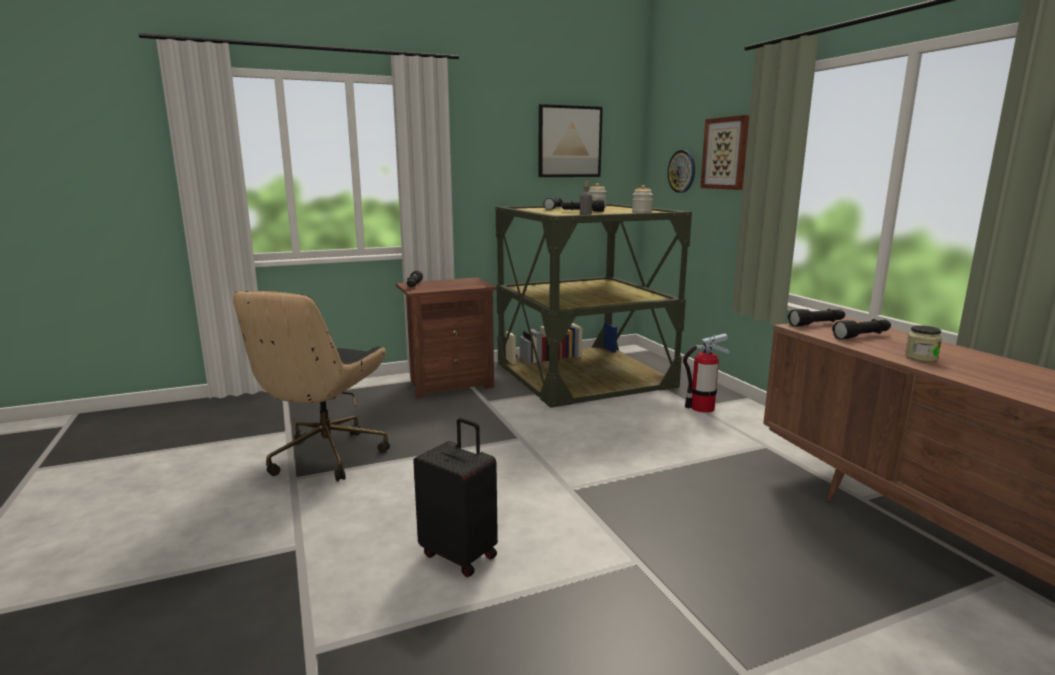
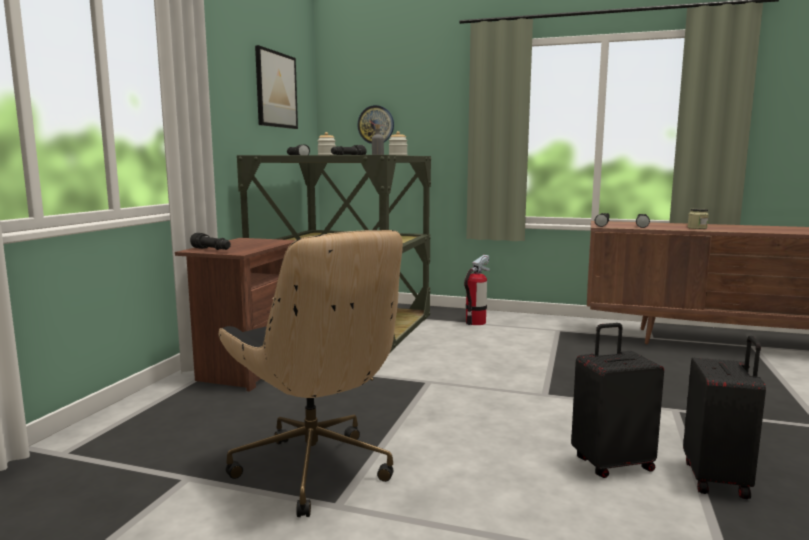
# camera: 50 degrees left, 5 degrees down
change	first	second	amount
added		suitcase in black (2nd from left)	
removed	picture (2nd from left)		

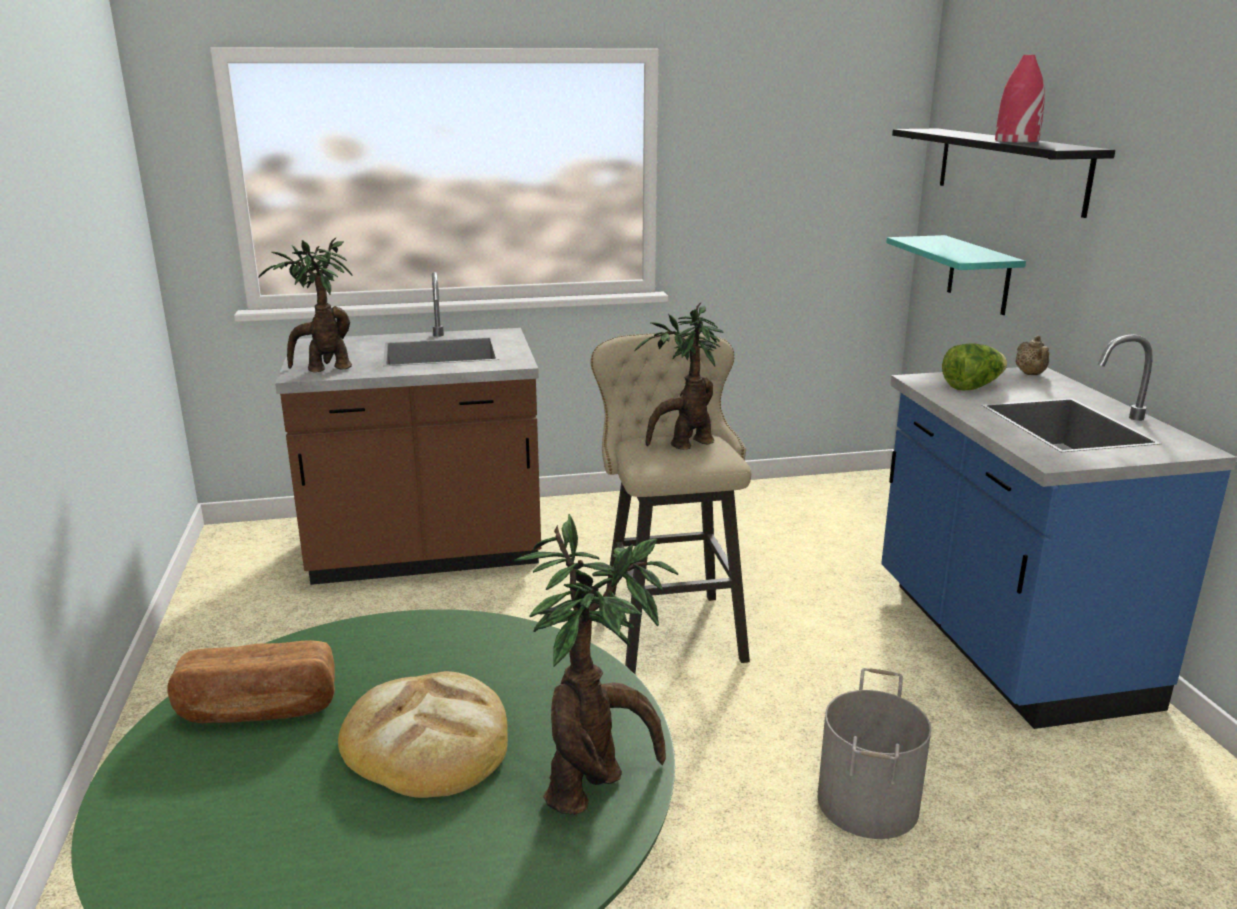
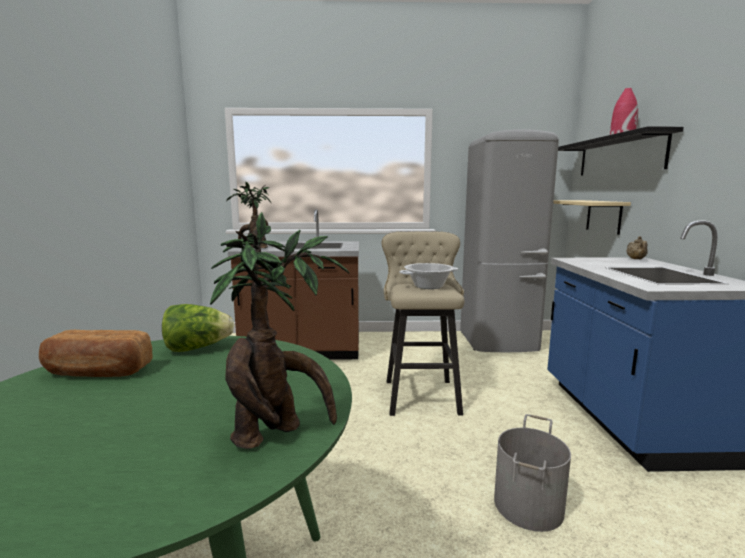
# camera: 10 degrees right, 10 degrees down
change	first	second	amount
moved	lettuce		
replaced	potted plant (3rd from left)	cooking pot	
added		fridge in grey	
recoloured	shelf in turquoise	shelf in beige	
removed	bread (2nd from left)		

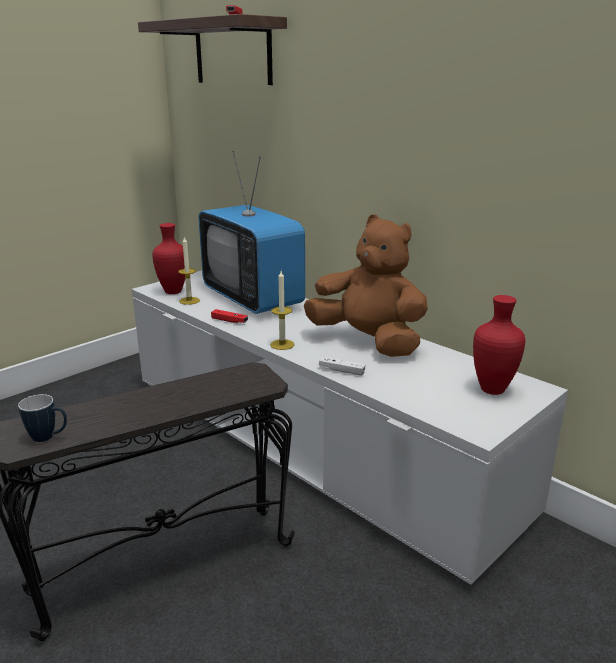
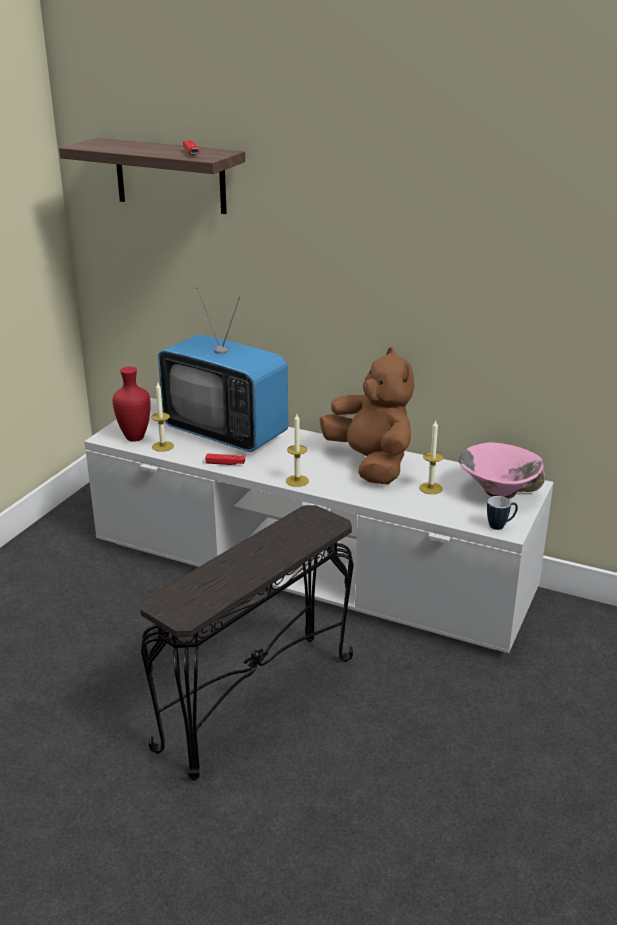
# camera: 20 degrees left, 5 degrees up
change	first	second	amount
turned	plush toy in brown		45 degrees clockwise
added		candle (3rd from left)	
replaced	vase in red (2nd from left)	bowl in pink	
moved	mug		
removed	game controller in white		

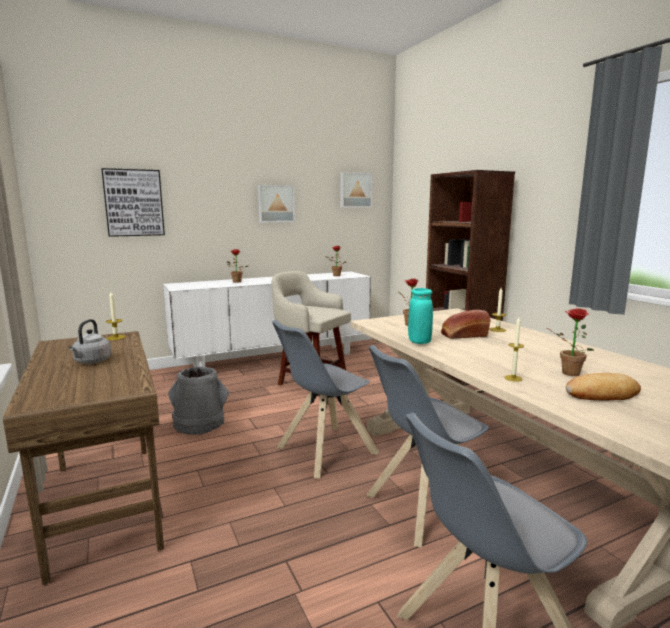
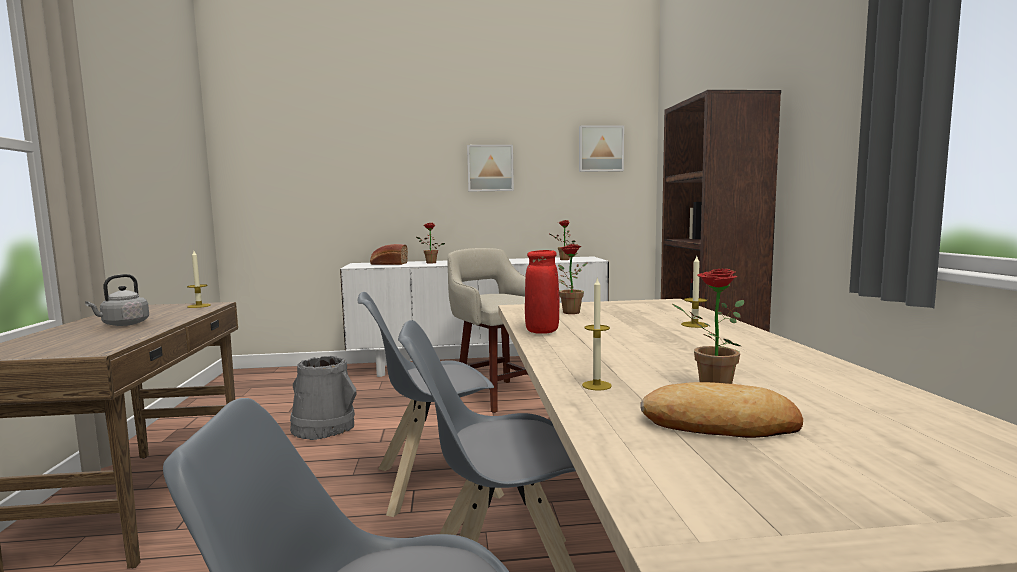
# camera: 20 degrees right, 5 degrees down
change	first	second	amount
moved	bread (1st from left)		
recoloured	vase in turquoise	vase in red	
removed	picture (1st from left)		

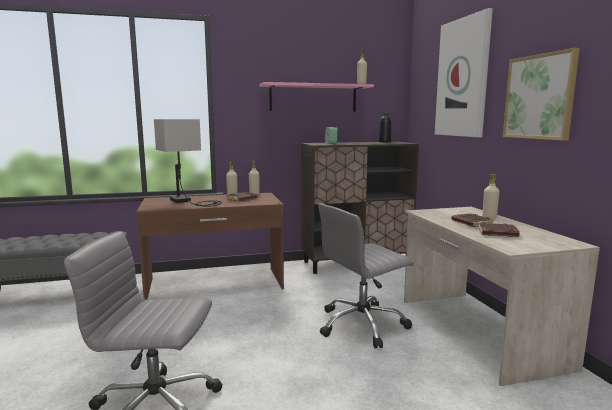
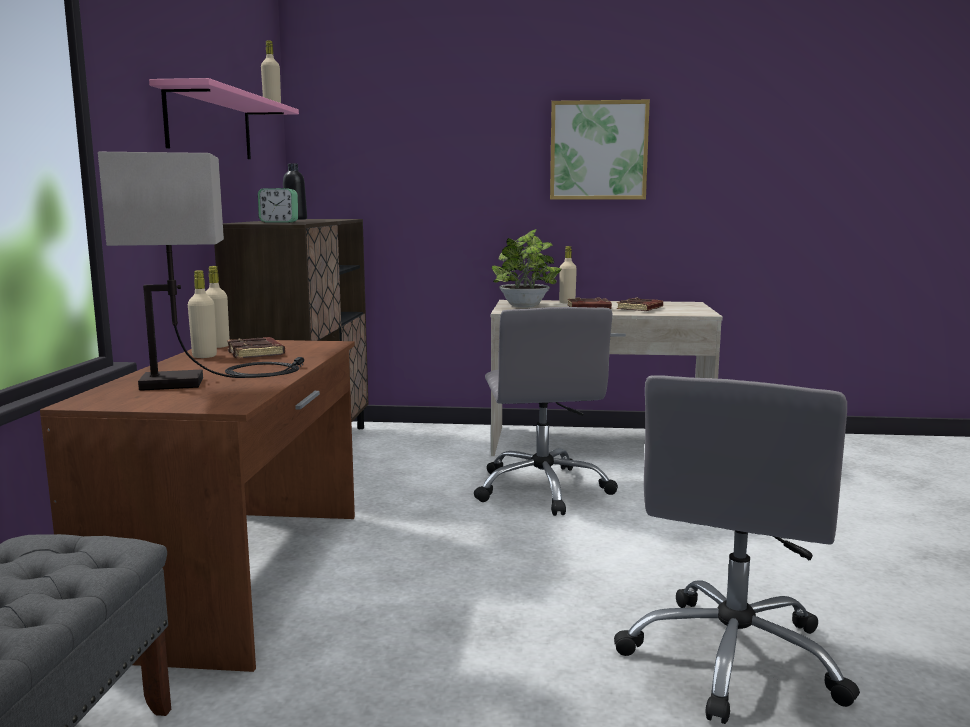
# camera: 70 degrees left, 0 degrees up
change	first	second	amount
added		potted plant	
removed	picture (1st from left)		

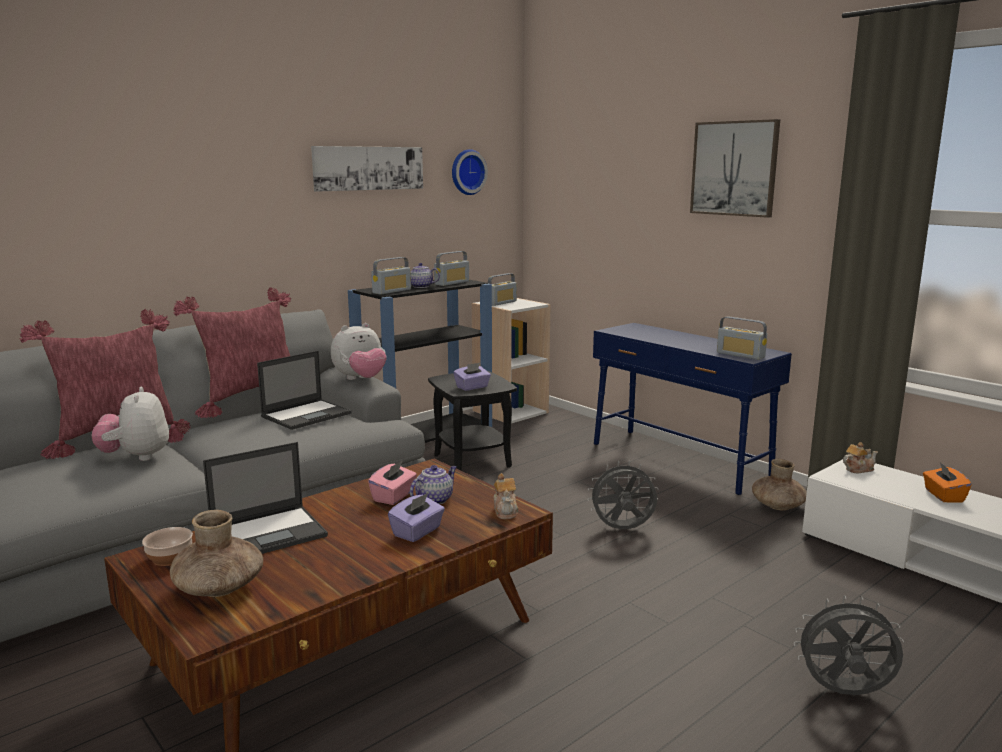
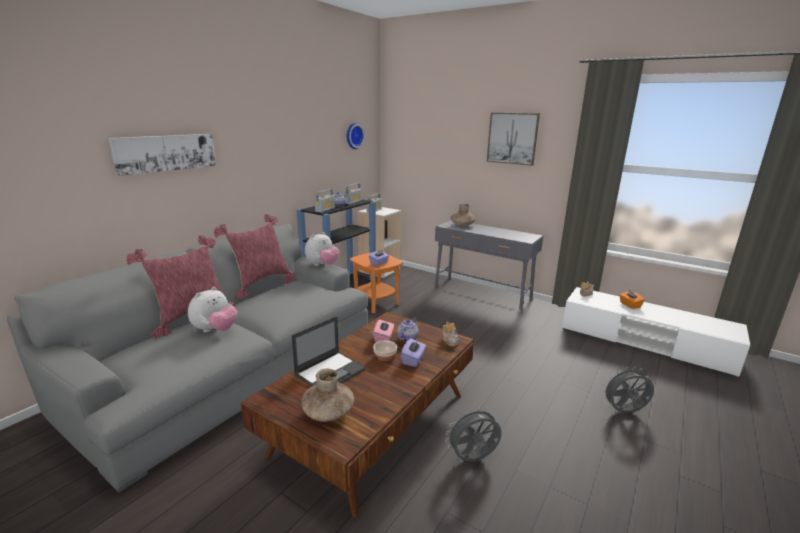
# camera: 15 degrees left, 5 degrees up
change	first	second	amount
moved	picture (1st from left)		
turned	plush toy (1st from left)		120 degrees counterclockwise
recoloured	side table in black	side table in orange	
moved	bowl		
recoloured	console table in blue	console table in grey	
moved	fan in grey (1st from left)		
moved	vase in brown (2nd from left)		
removed	laptop (2nd from left)		
removed	radio (4th from left)		

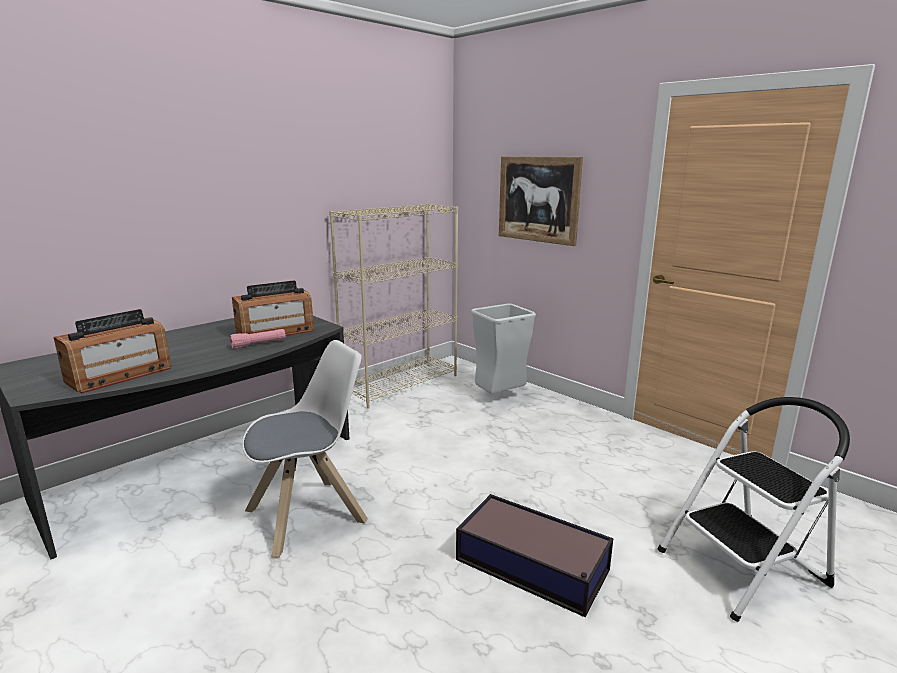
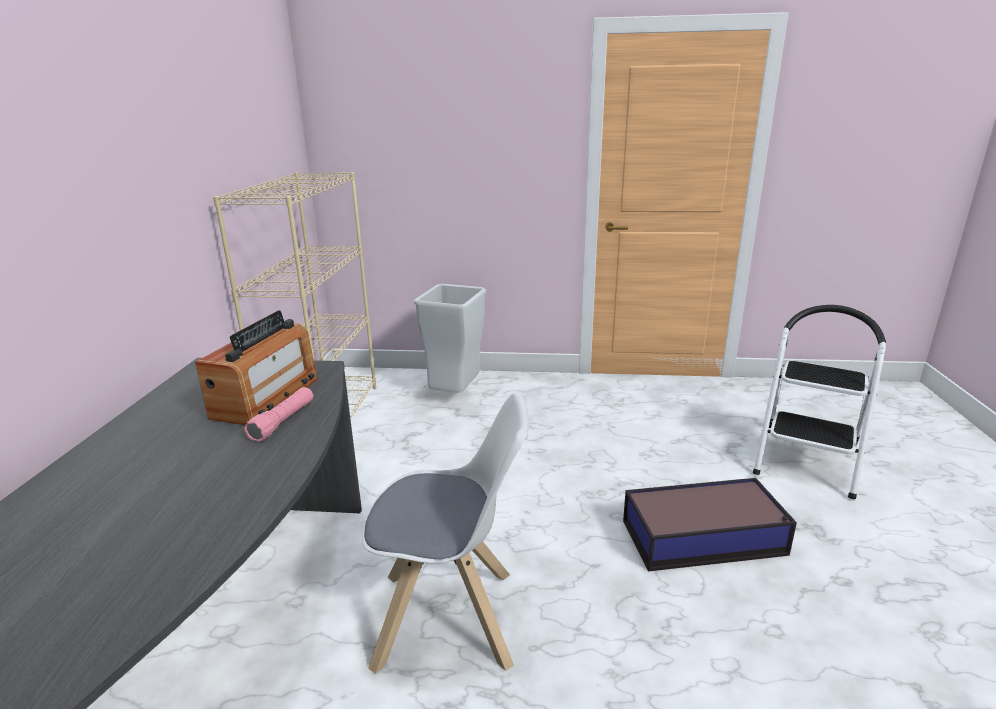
# camera: 40 degrees left, 5 degrees up
change	first	second	amount
turned	chair		75 degrees clockwise
removed	radio (1st from left)		
removed	picture		

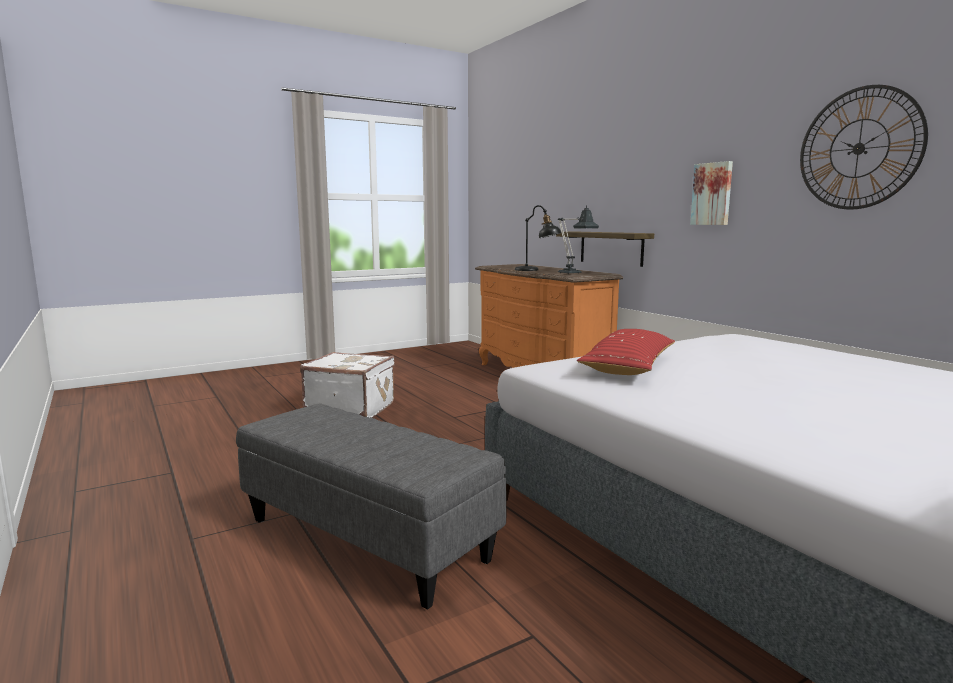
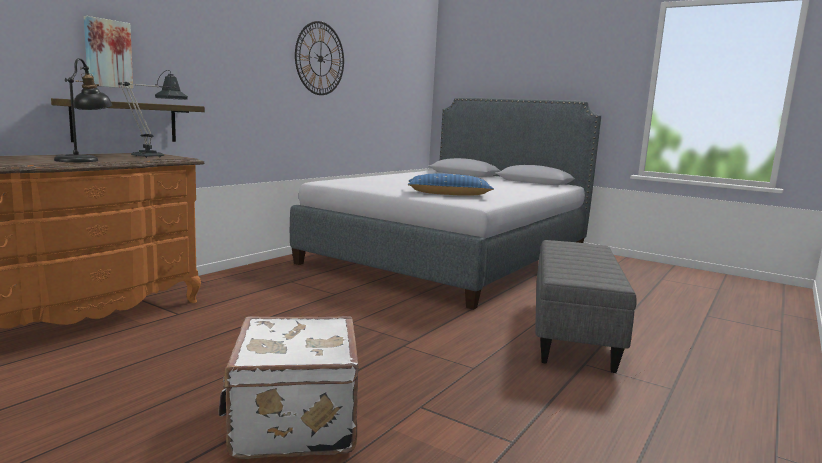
# camera: 115 degrees left, 0 degrees up
change	first	second	amount
moved	picture		
recoloured	pillow in red	pillow in blue	

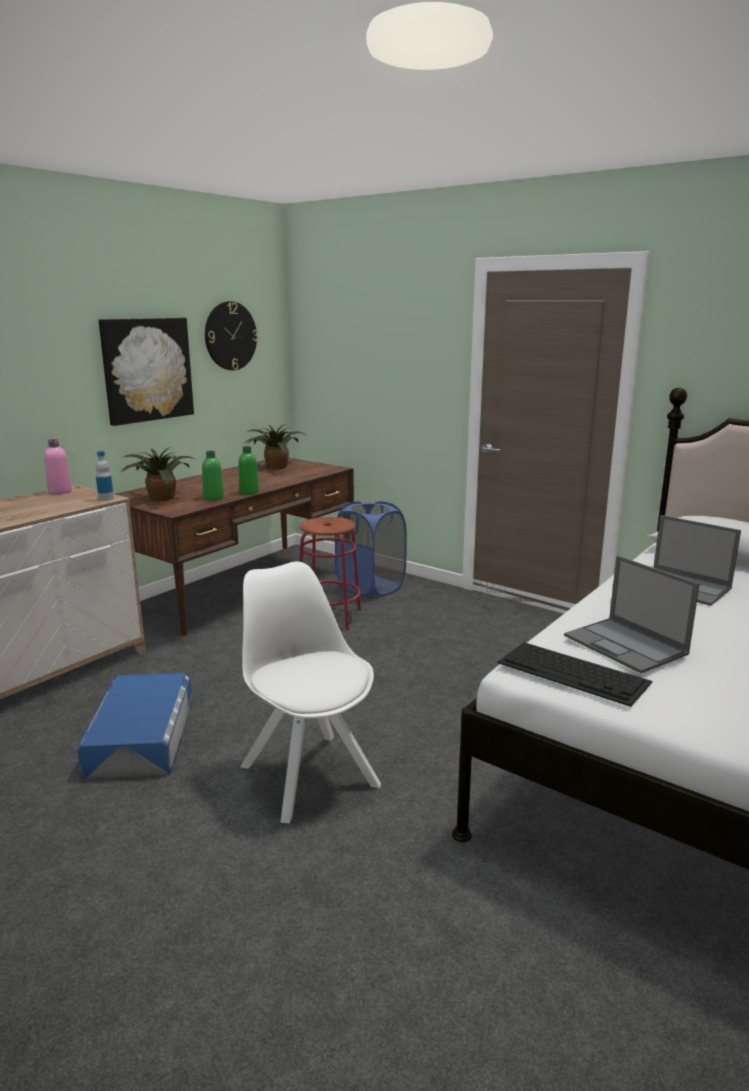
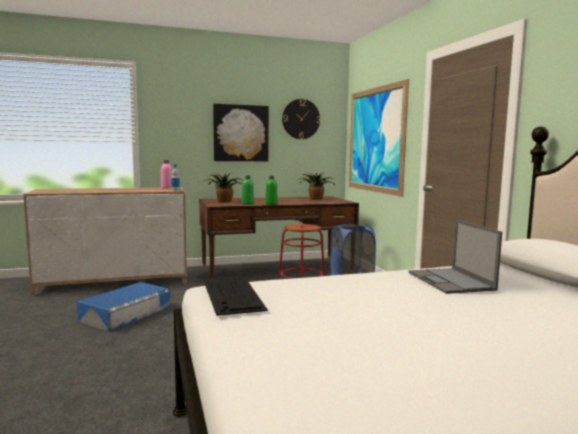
# camera: 35 degrees right, 10 degrees down
change	first	second	amount
added		picture (2nd from left)	
removed	chair in white		
removed	laptop (1st from left)		

